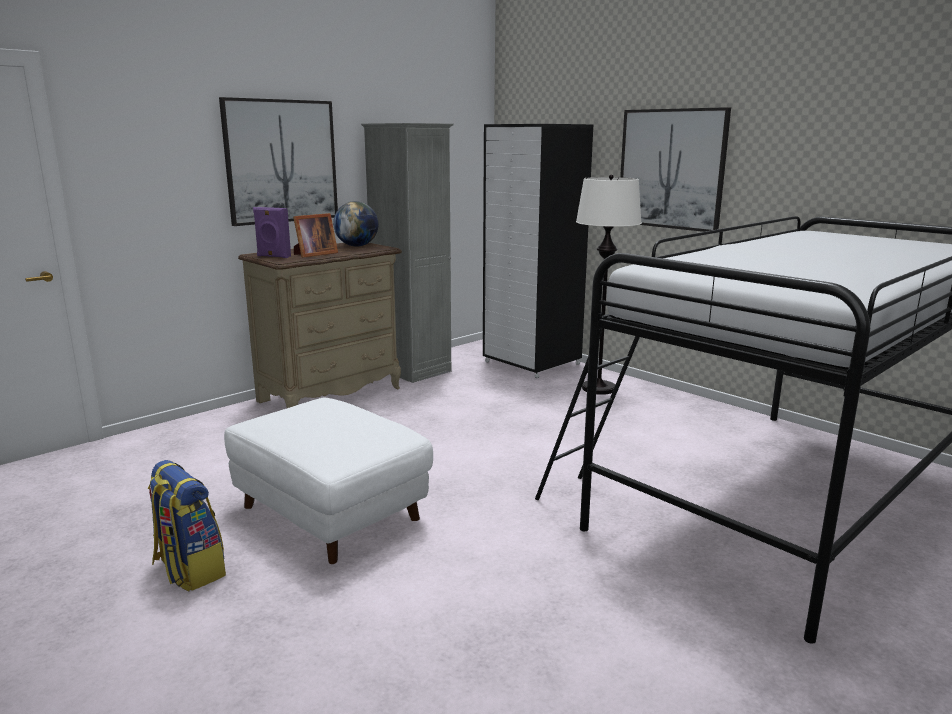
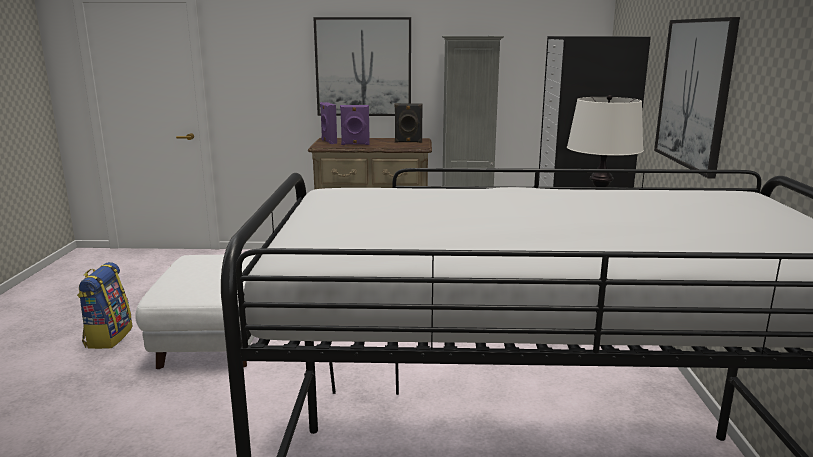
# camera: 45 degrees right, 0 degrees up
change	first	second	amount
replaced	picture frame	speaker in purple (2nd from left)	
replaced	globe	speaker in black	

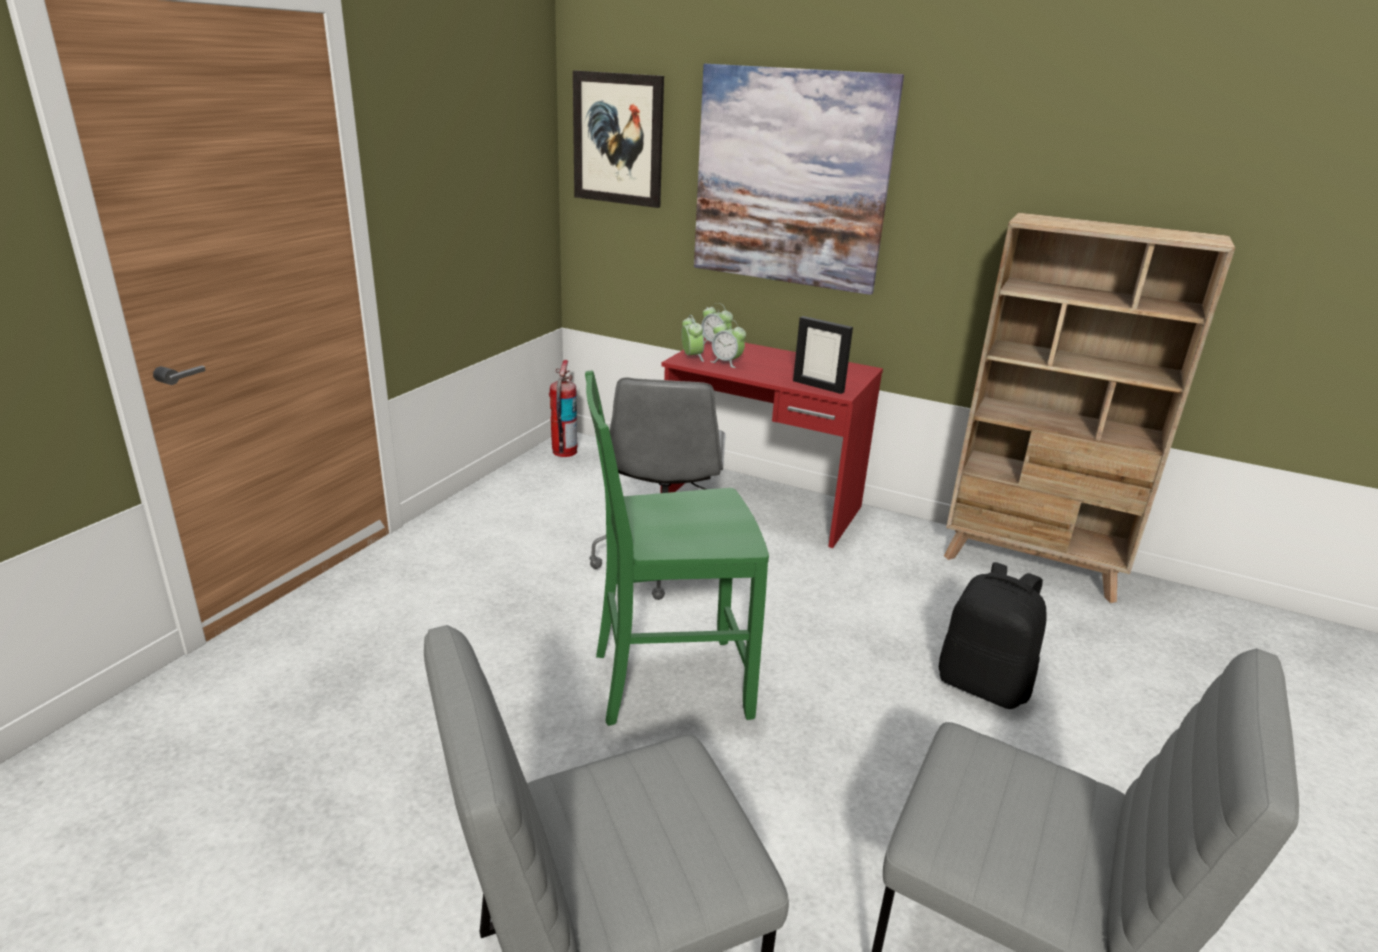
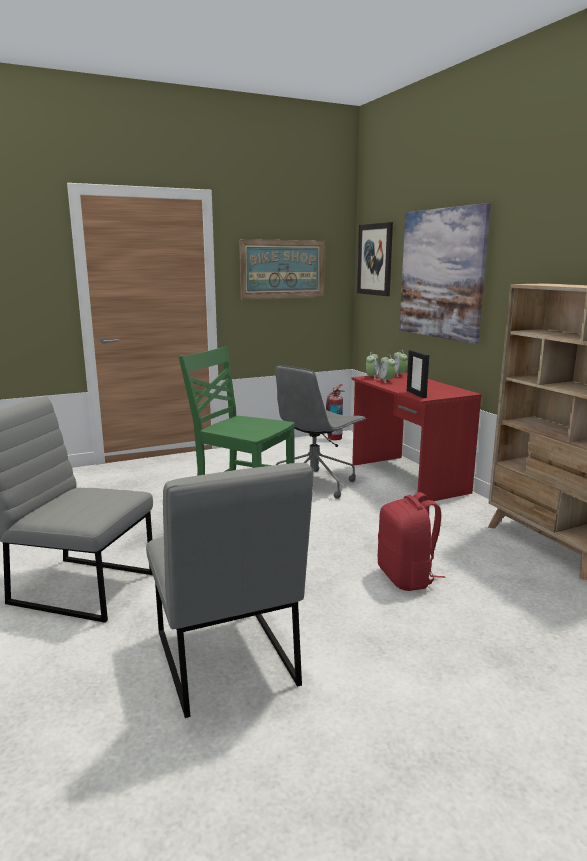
# camera: 40 degrees right, 10 degrees down
change	first	second	amount
added		picture (1st from left)	
recoloured	backpack in black	backpack in red	

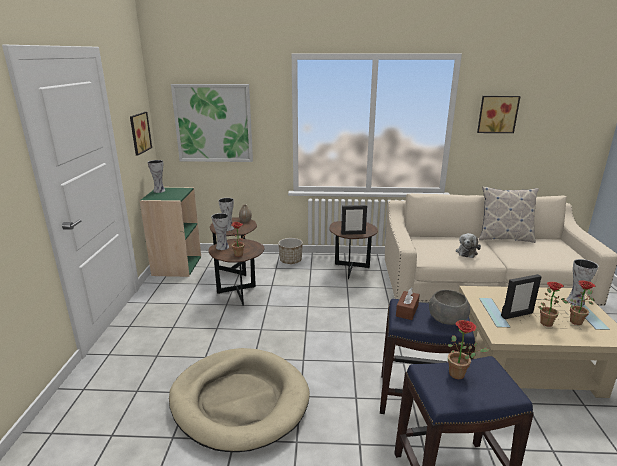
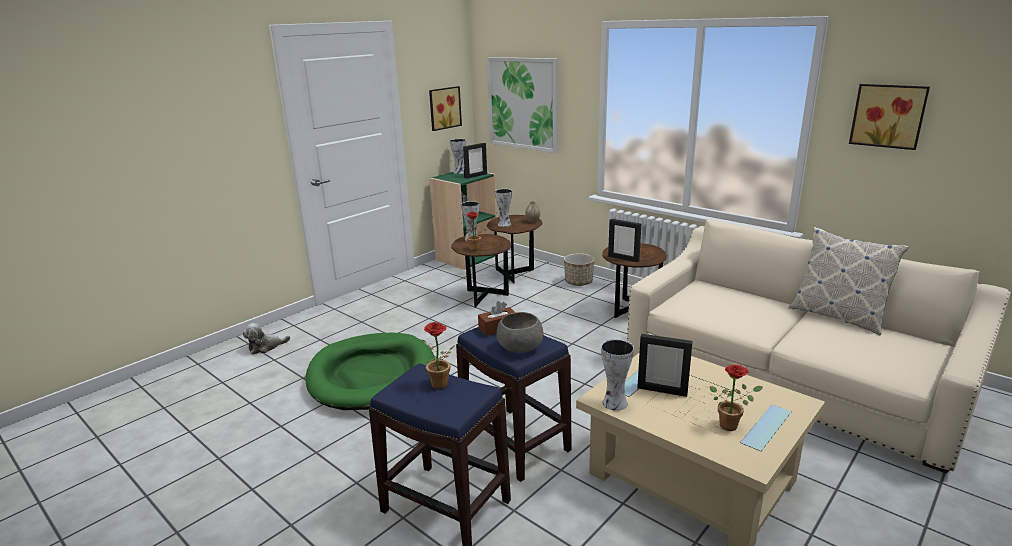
# camera: 40 degrees right, 0 degrees up
change	first	second	amount
moved	plush toy		
recoloured	dog bed in beige	dog bed in green	
added		picture frame (1st from left)	
moved	vase (5th from left)		
removed	potted plant (3rd from left)		

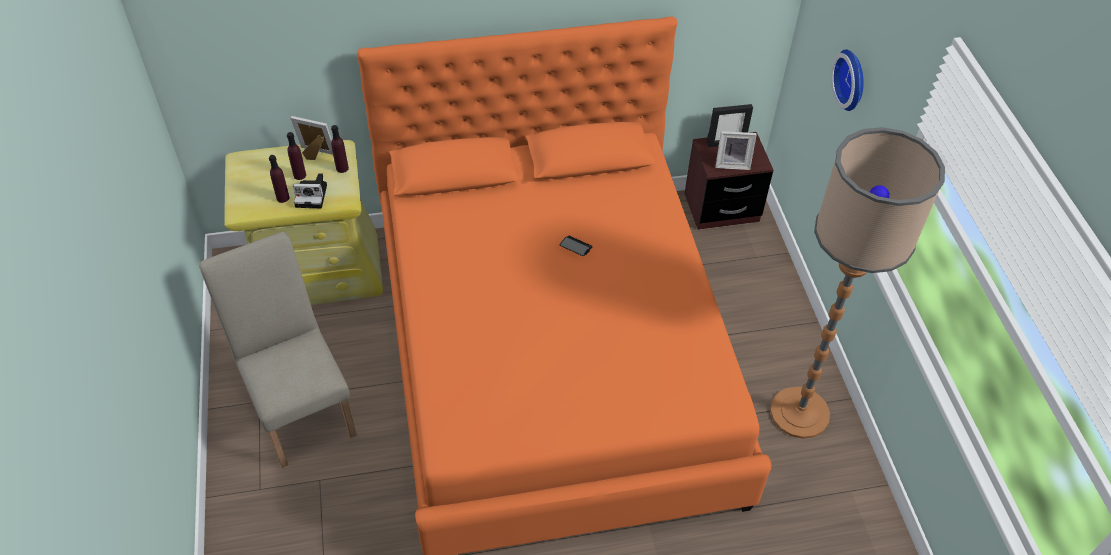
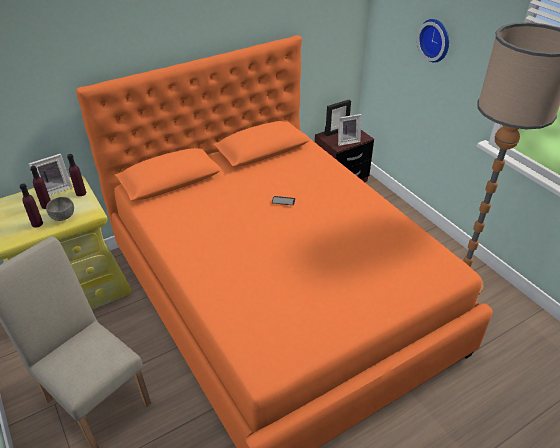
# camera: 20 degrees left, 10 degrees down
change	first	second	amount
turned	picture frame (1st from left)		150 degrees clockwise
replaced	photo camera	bowl in grey	

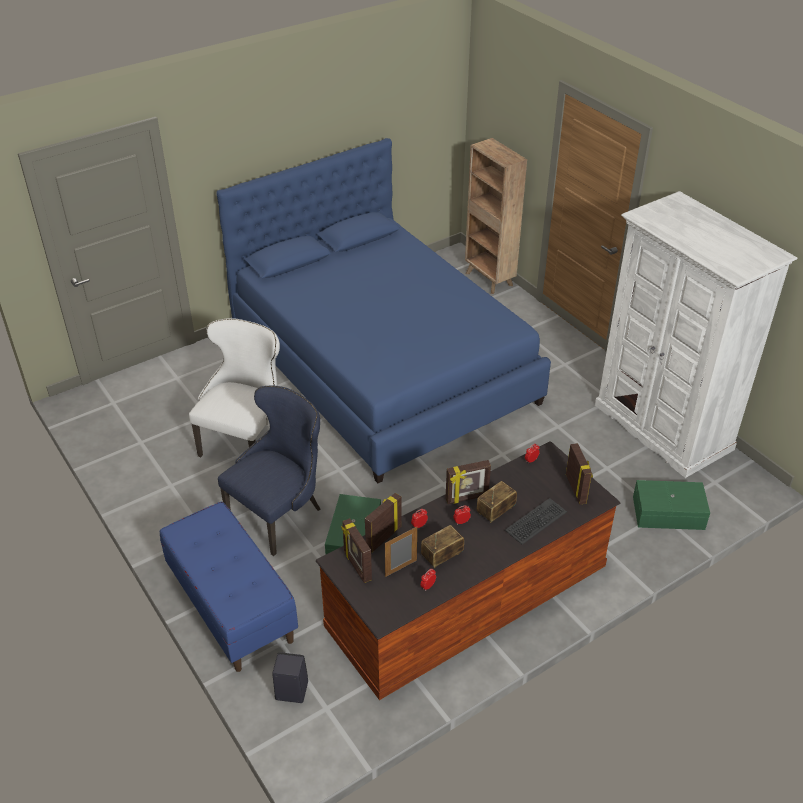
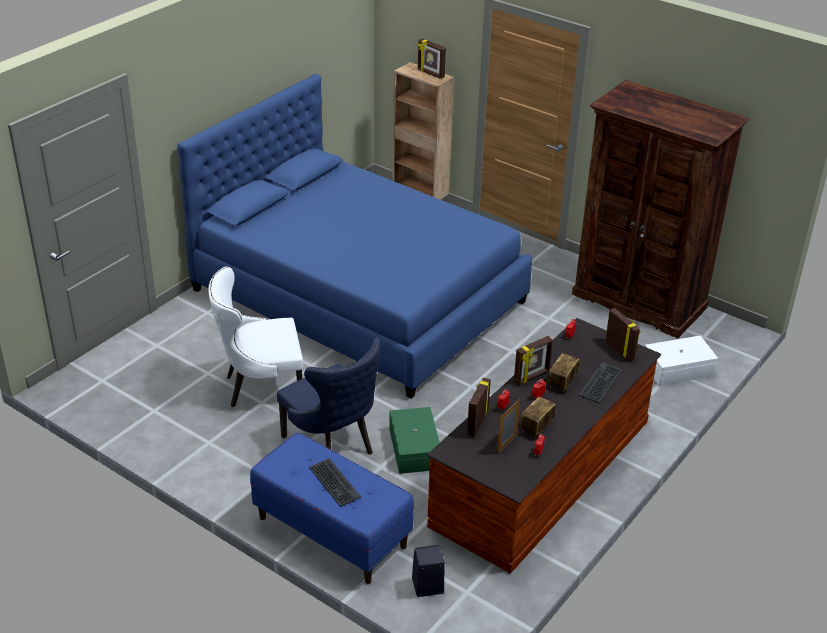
# camera: 20 degrees left, 5 degrees down
change	first	second	amount
turned	chair in white		105 degrees counterclockwise
turned	chair in blue		120 degrees clockwise
added		keyboard (1st from left)	
moved	picture frame (1st from left)		
recoloured	wardrobe in white	wardrobe in brown	
recoloured	storage box in green (2nd from left)	storage box in white	

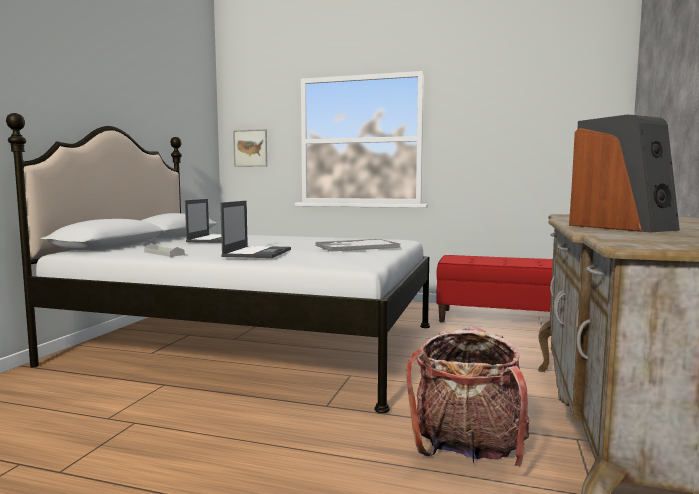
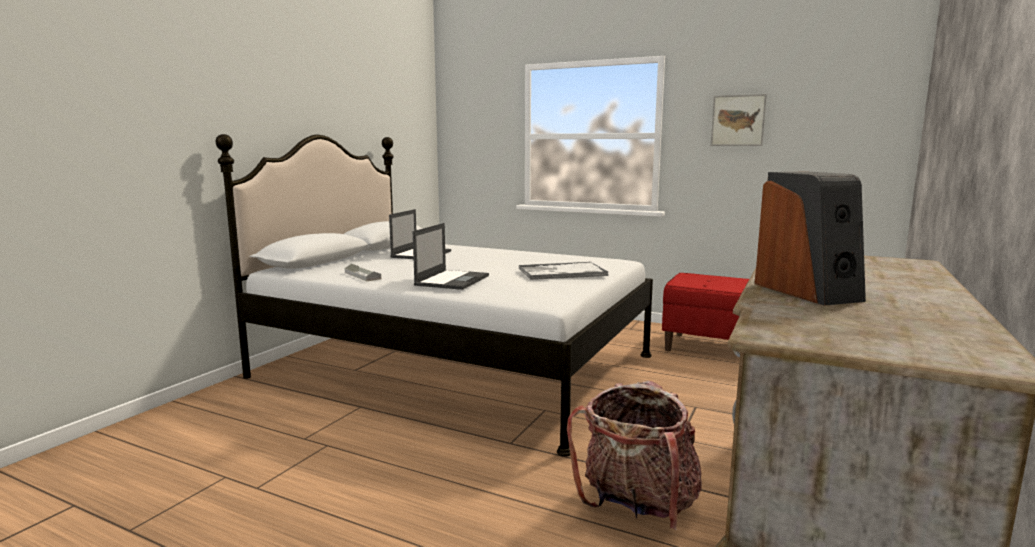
# camera: 10 degrees right, 5 degrees up
change	first	second	amount
moved	picture		

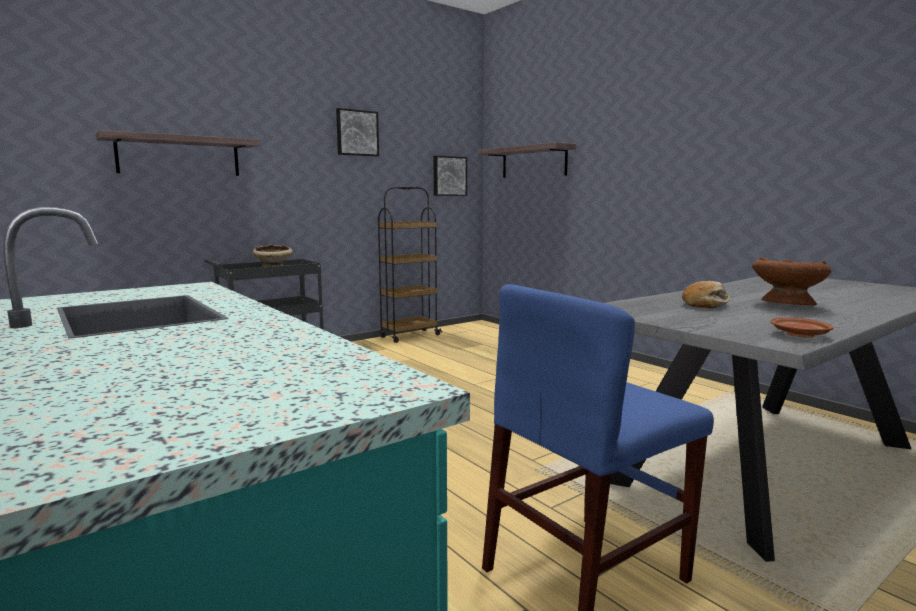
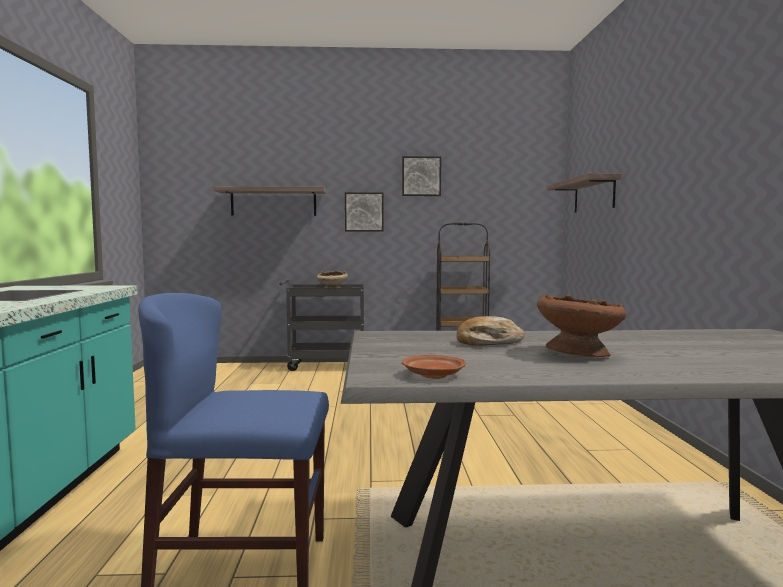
# camera: 35 degrees right, 5 degrees down
change	first	second	amount
moved	picture (2nd from left in the first image)	picture (1st from left)	

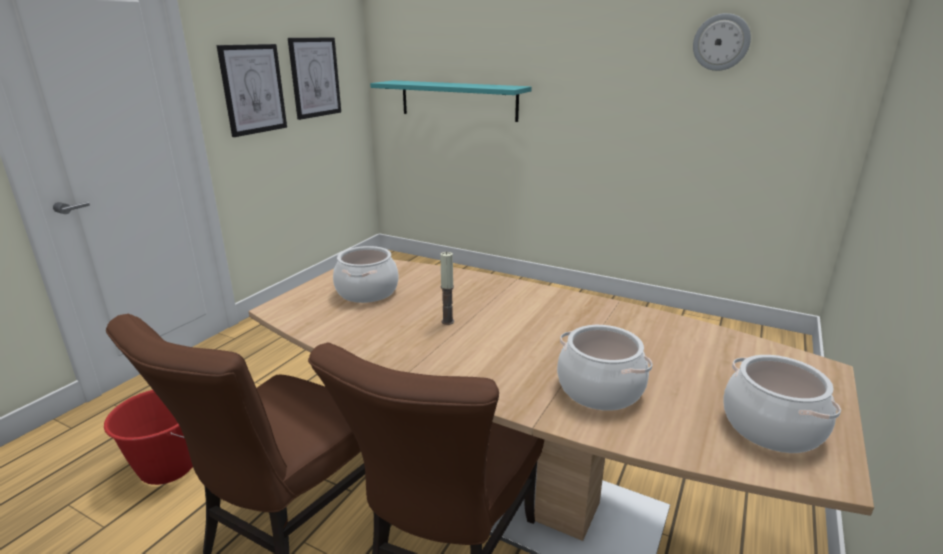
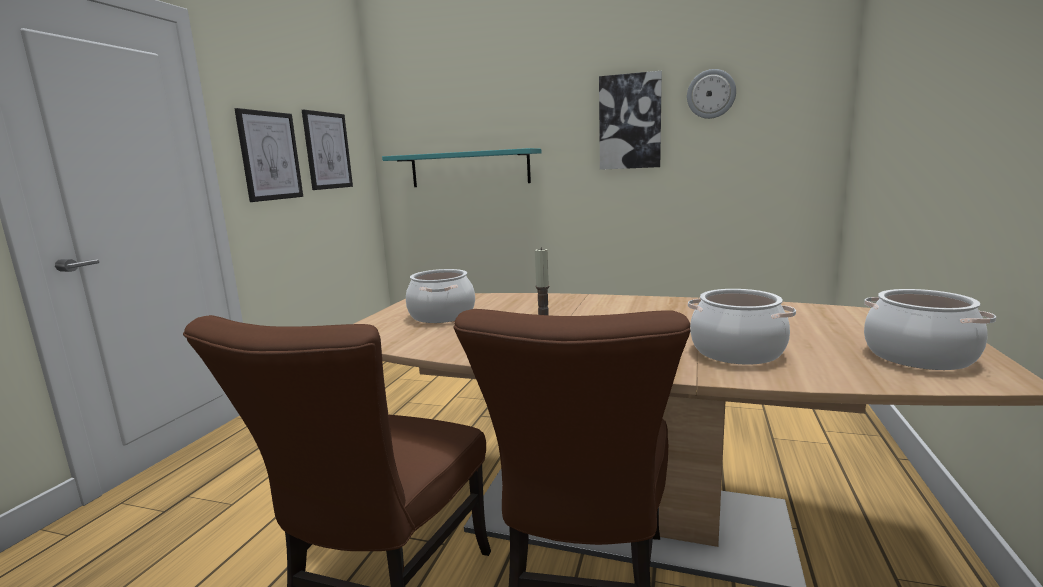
# camera: 10 degrees left, 10 degrees down
change	first	second	amount
added		picture (3rd from left)	
removed	bucket in red		

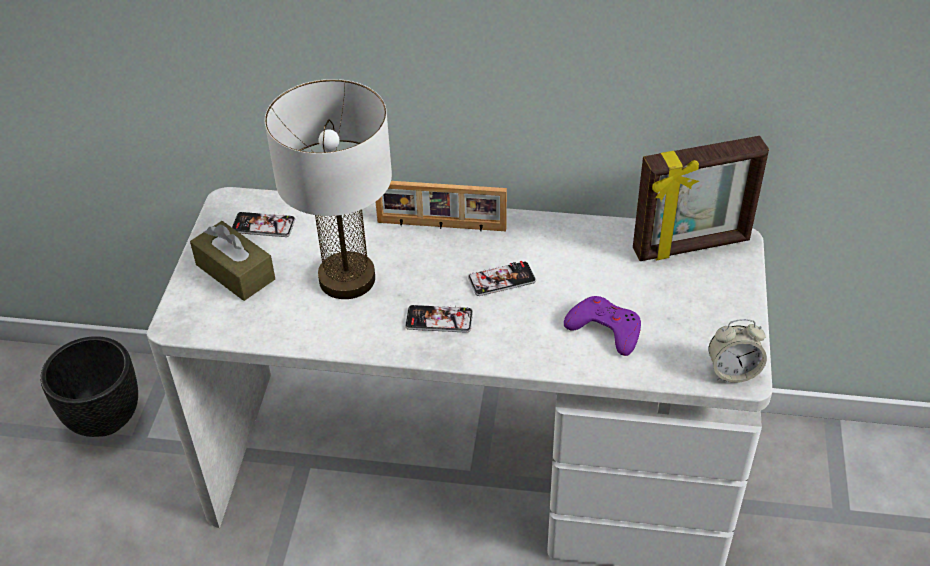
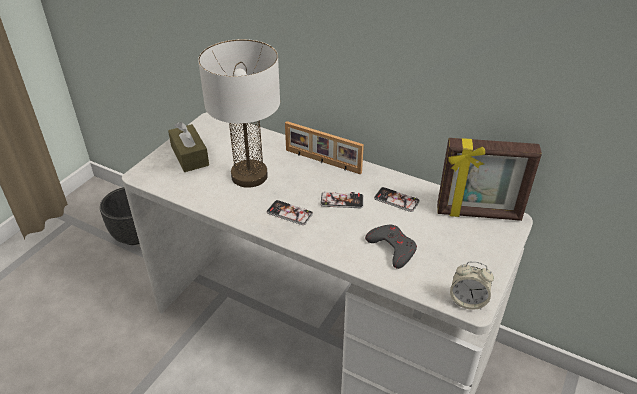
# camera: 20 degrees right, 5 degrees down
change	first	second	amount
recoloured	game controller in purple	game controller in grey	
moved	phone (1st from left in the first image)	phone (3rd from left)	

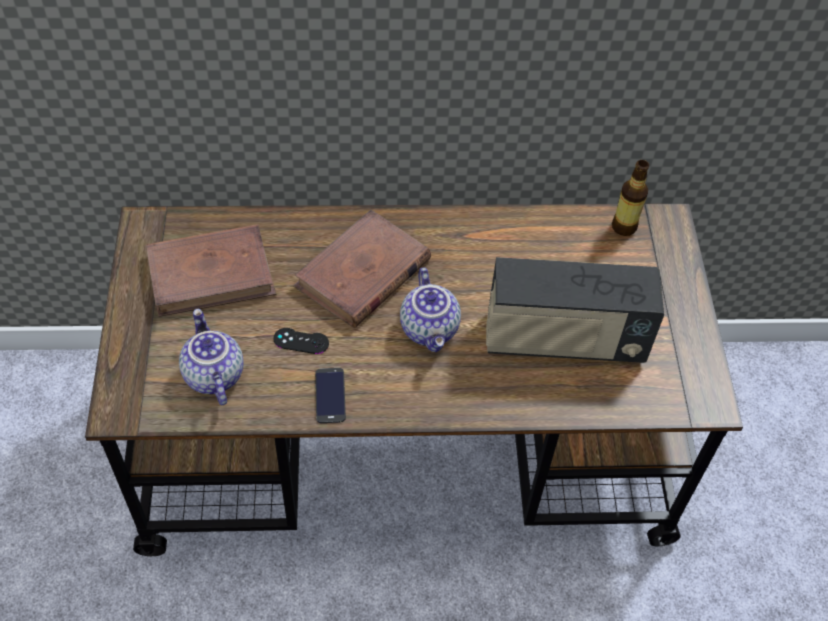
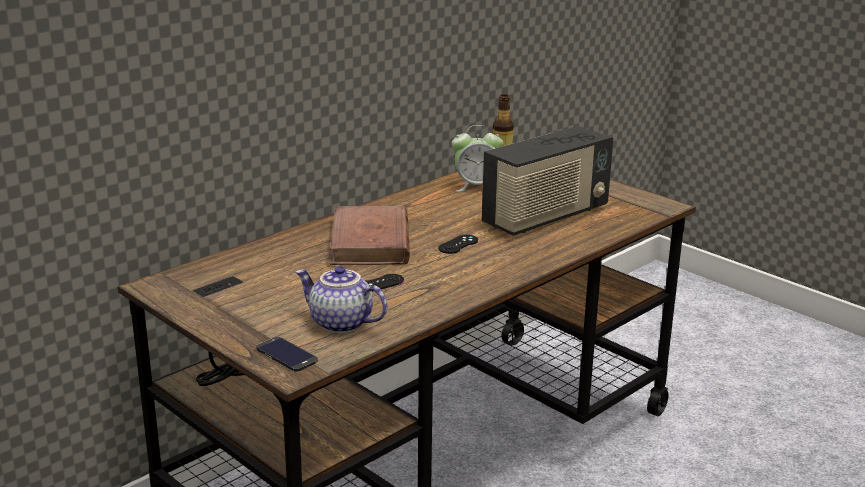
# camera: 40 degrees left, 30 degrees down
change	first	second	amount
moved	phone		
replaced	teapot (2nd from left)	game controller in black (2nd from left)	
added		alarm clock	
removed	book in brown (1st from left)		

